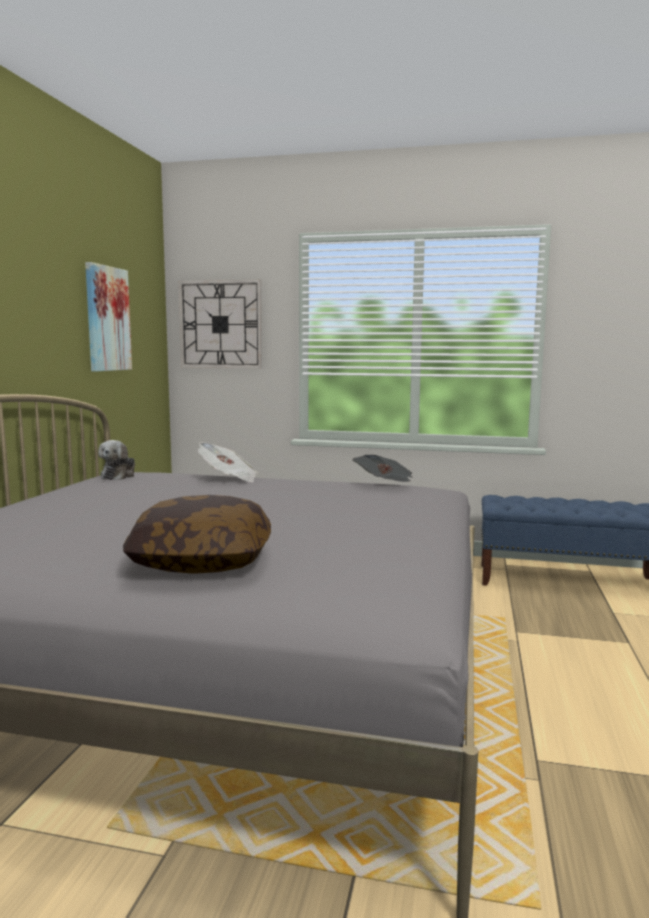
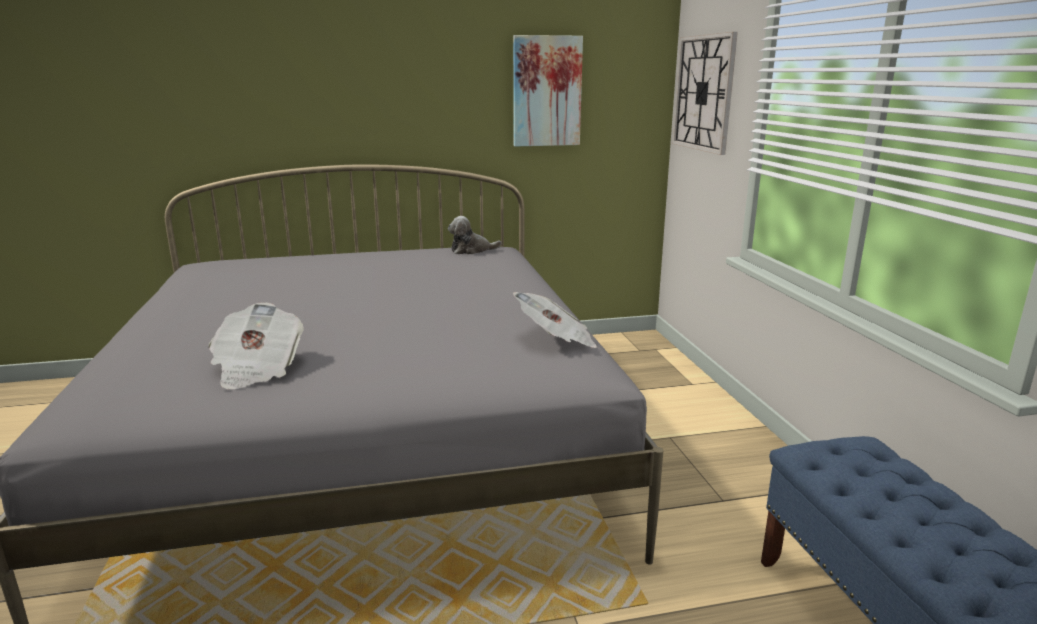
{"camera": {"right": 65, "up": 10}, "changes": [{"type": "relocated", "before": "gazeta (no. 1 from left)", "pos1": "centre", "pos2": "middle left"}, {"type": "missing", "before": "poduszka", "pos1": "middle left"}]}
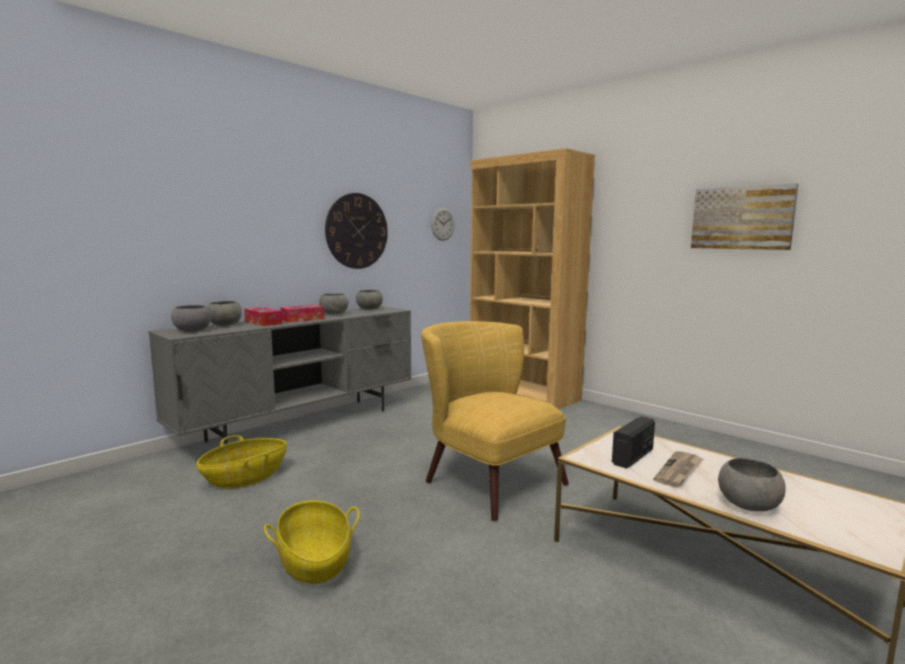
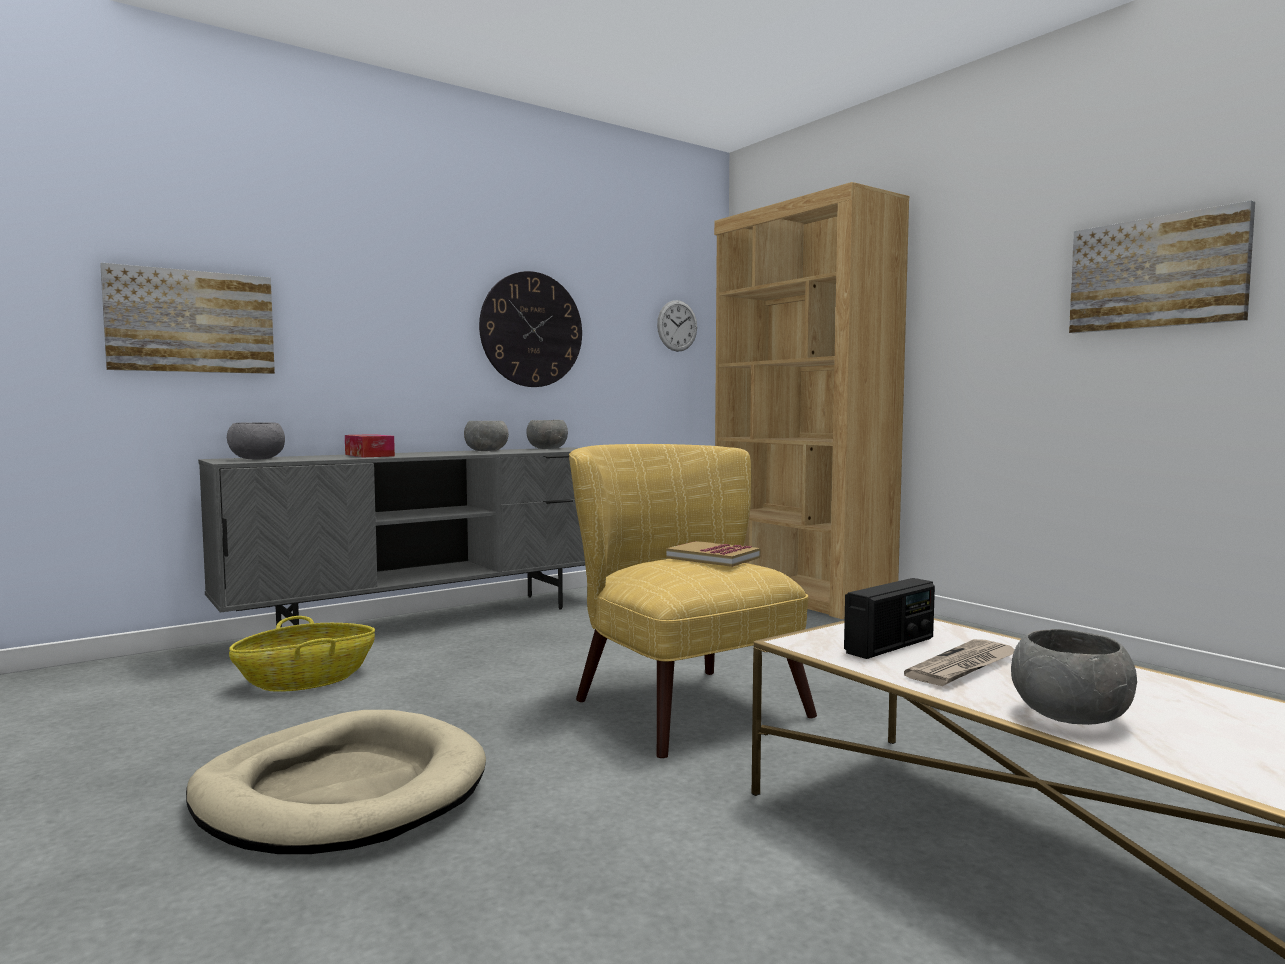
{"camera": {"right": 10, "up": -5}, "changes": [{"type": "appeared", "after": "obraz (no. 1 from left)", "pos2": "top left"}, {"type": "exchanged", "before": "koszyk (no. 2 from left)", "after": "legowisko/beżowy", "pos1": "bottom centre", "pos2": "bottom left"}, {"type": "appeared", "after": "książka", "pos2": "centre"}, {"type": "missing", "before": "miska/szary (no. 2 from left)", "pos1": "middle left"}, {"type": "missing", "before": "pudełko chusteczek (no. 2 from left)", "pos1": "centre"}]}
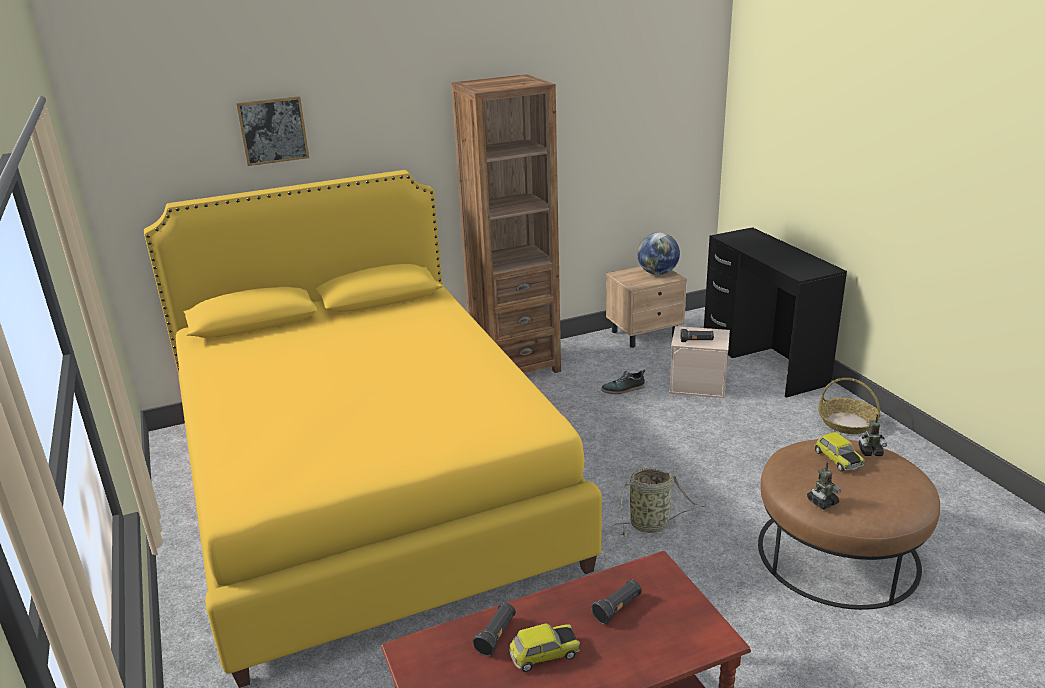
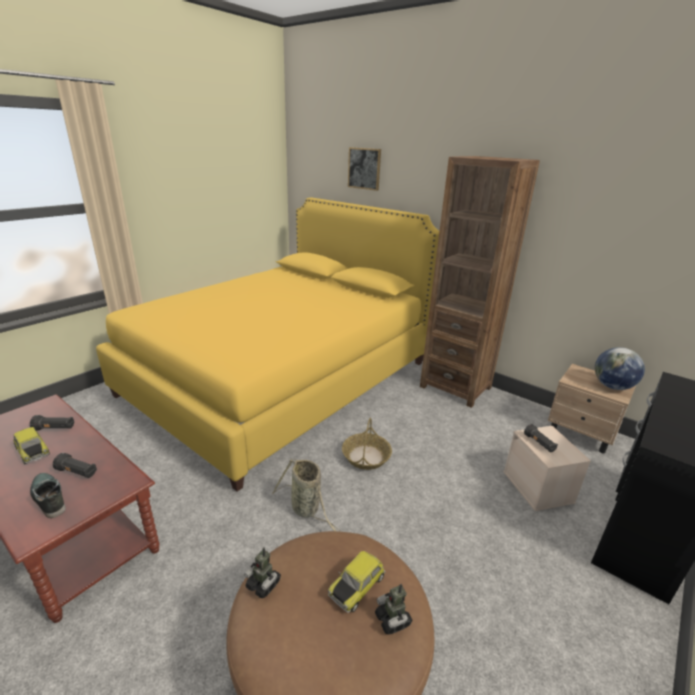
{"camera": {"right": 60, "up": 0}, "changes": [{"type": "relocated", "before": "but", "pos1": "centre", "pos2": "bottom left"}, {"type": "relocated", "before": "koszyk (no. 2 from left)", "pos1": "middle right", "pos2": "centre"}]}
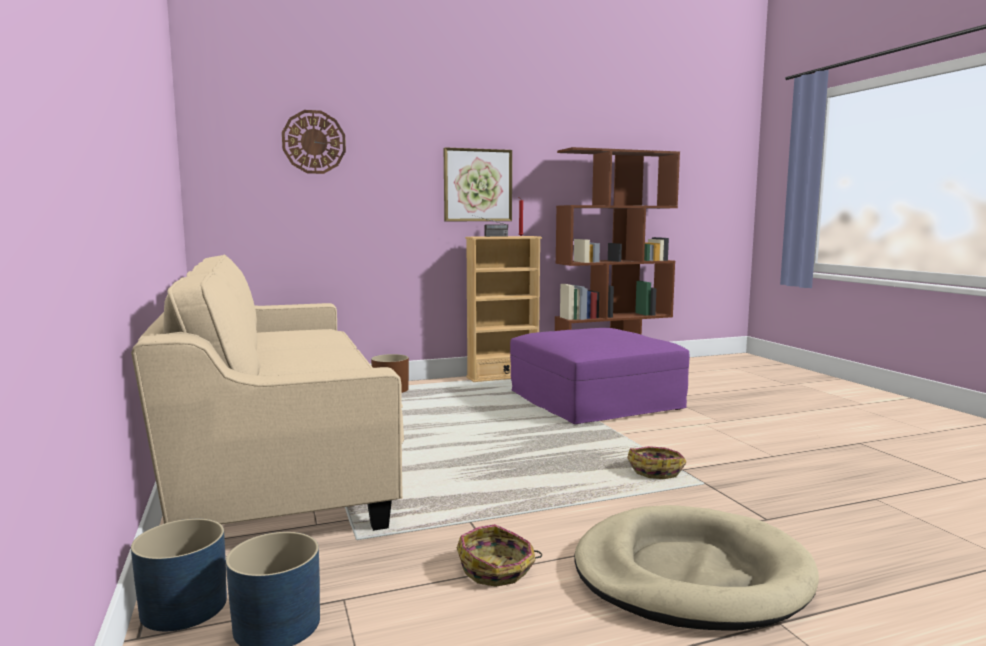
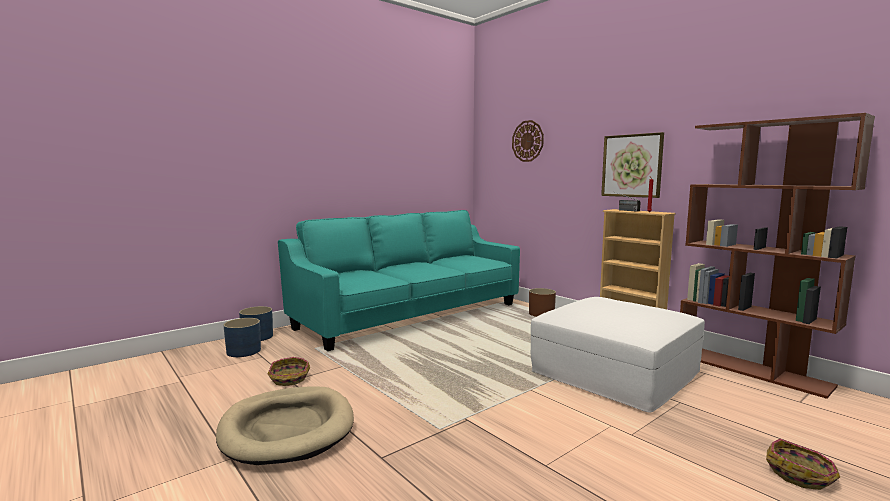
{"camera": {"right": 70, "up": 0}, "changes": [{"type": "colour", "before": "kanapa/beżowy", "after": "kanapa/turkusowy", "pos1": "middle left", "pos2": "centre"}, {"type": "colour", "before": "pufa/fioletowy", "after": "pufa/biały", "pos1": "centre", "pos2": "bottom right"}, {"type": "relocated", "before": "koszyk (no. 2 from left)", "pos1": "bottom centre", "pos2": "bottom right"}]}
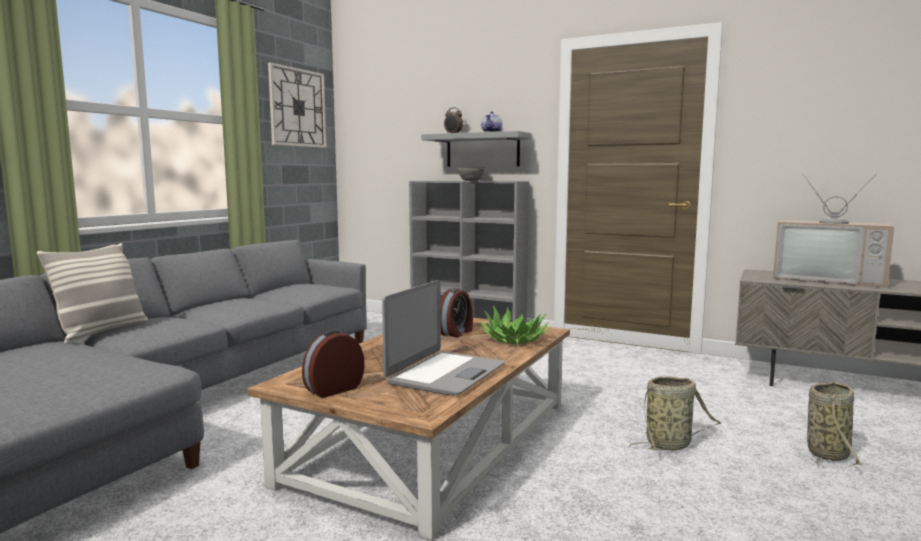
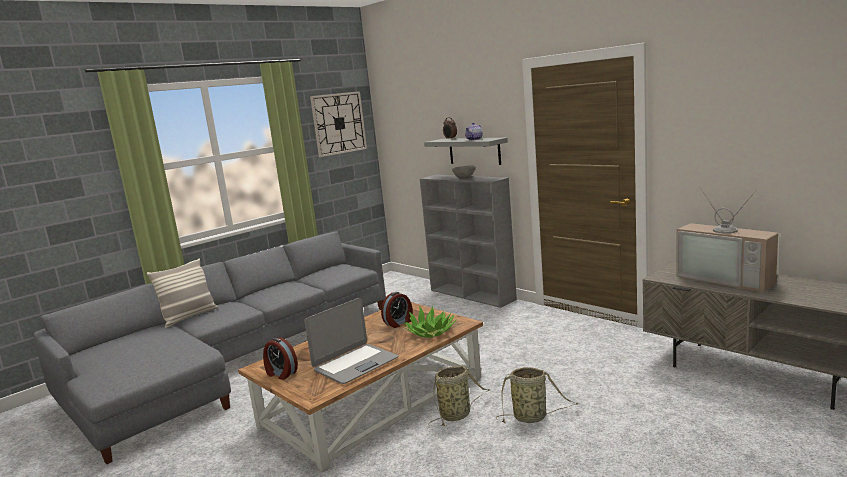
{"camera": {"right": 20, "up": 5}, "changes": [{"type": "spun", "before": "budzik (no. 1 from left)", "pos1": "bottom centre", "pos2": "bottom left", "turn": -120}, {"type": "relocated", "before": "koszyk (no. 2 from left in the first image)", "after": "koszyk (no. 1 from left)", "pos1": "bottom right", "pos2": "bottom centre"}]}
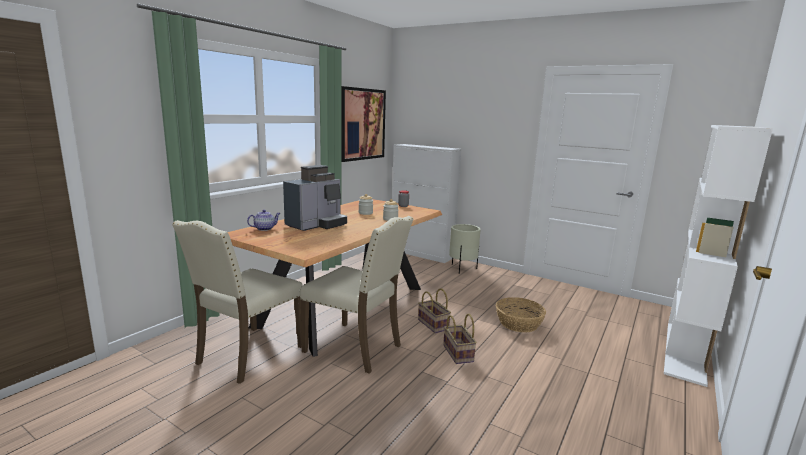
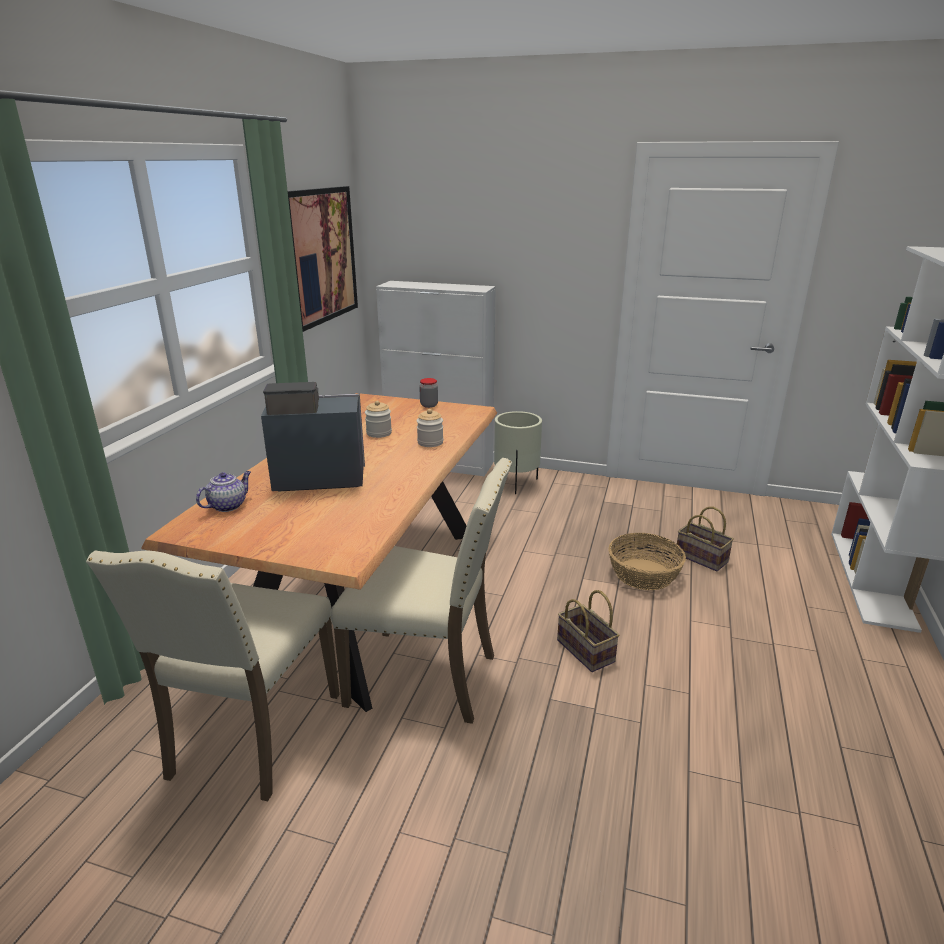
{"camera": {"right": -15, "up": 10}, "changes": [{"type": "spun", "before": "ekspres do kawy", "pos1": "centre", "pos2": "middle left", "turn": -120}, {"type": "relocated", "before": "koszyk (no. 1 from left in the first image)", "after": "koszyk (no. 3 from left)", "pos1": "bottom centre", "pos2": "middle right"}]}
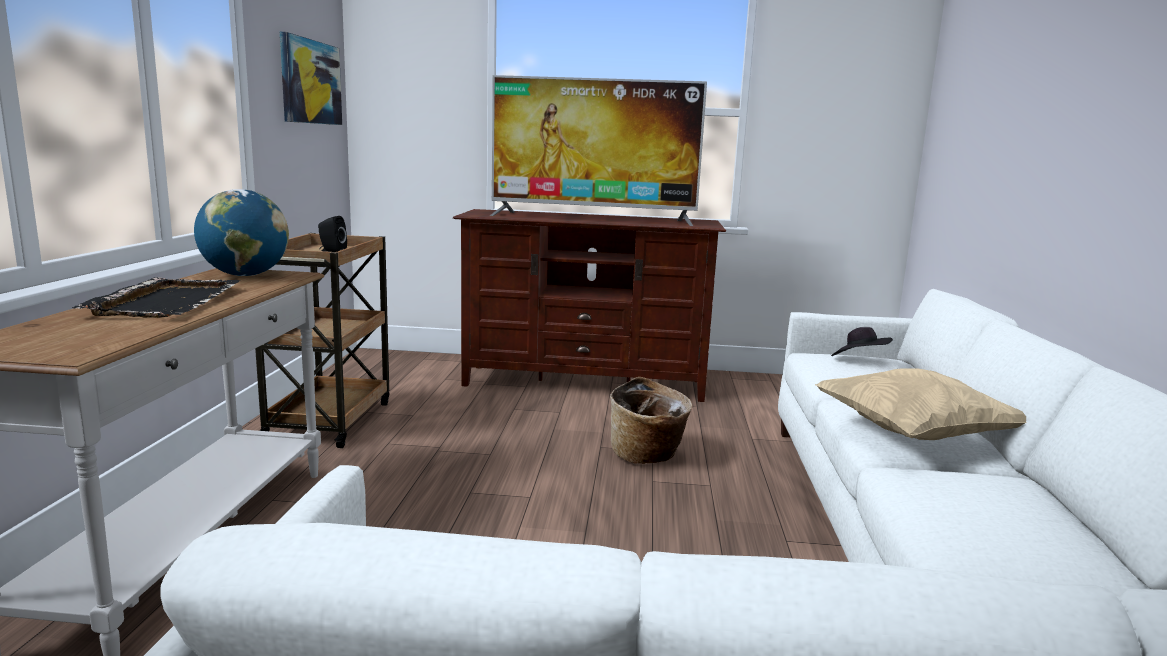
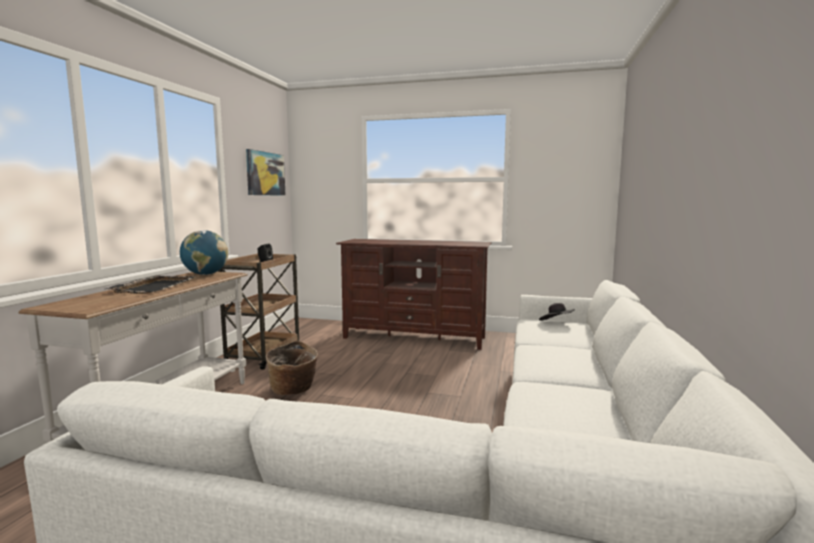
{"camera": {"right": 10, "up": -5}, "changes": [{"type": "relocated", "before": "koszyk", "pos1": "centre", "pos2": "bottom centre"}, {"type": "missing", "before": "telewizor", "pos1": "top centre"}, {"type": "missing", "before": "poduszka/beżowy", "pos1": "middle right"}]}
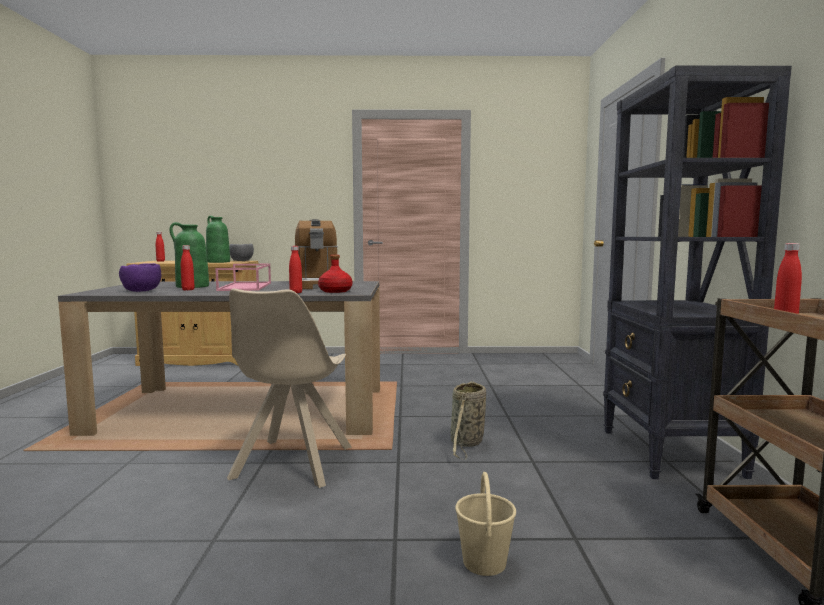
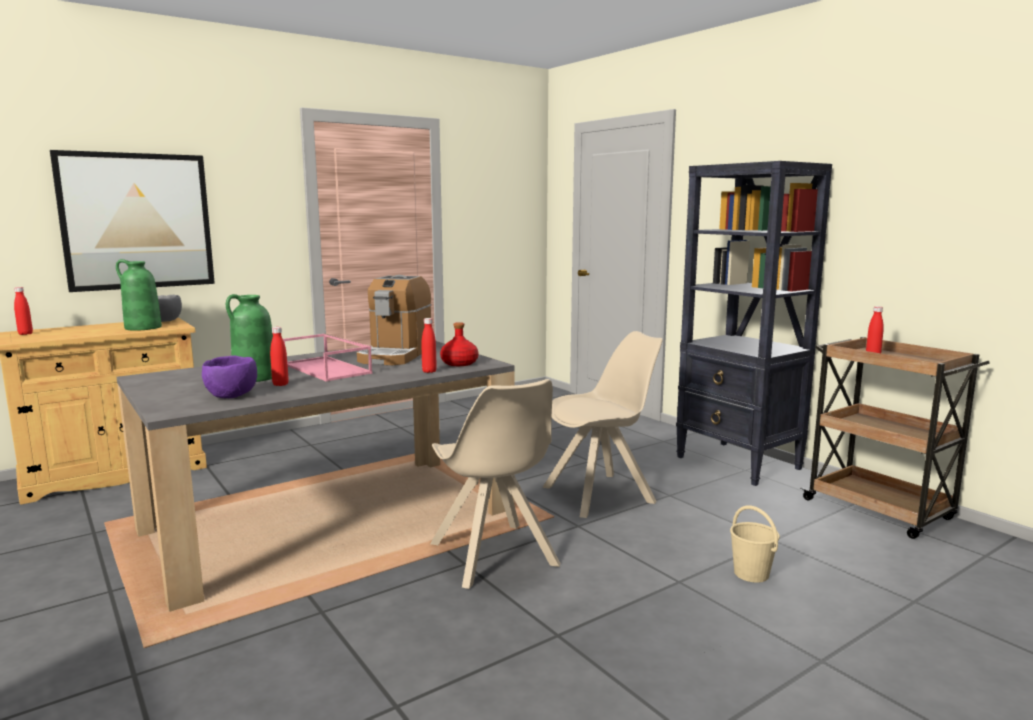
{"camera": {"right": -35, "up": 5}, "changes": [{"type": "appeared", "after": "obraz", "pos2": "top left"}, {"type": "spun", "before": "ekspres do kawy", "pos1": "centre", "pos2": "centre", "turn": 60}, {"type": "exchanged", "before": "koszyk", "after": "krzesło/beżowy (no. 2 from left)", "pos1": "bottom centre", "pos2": "centre"}]}
